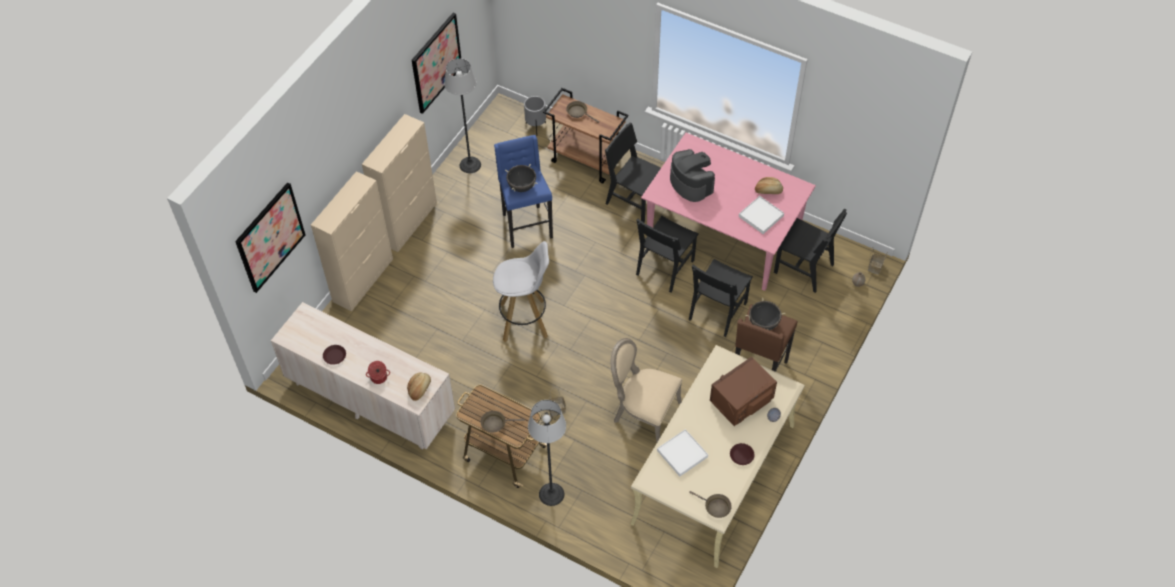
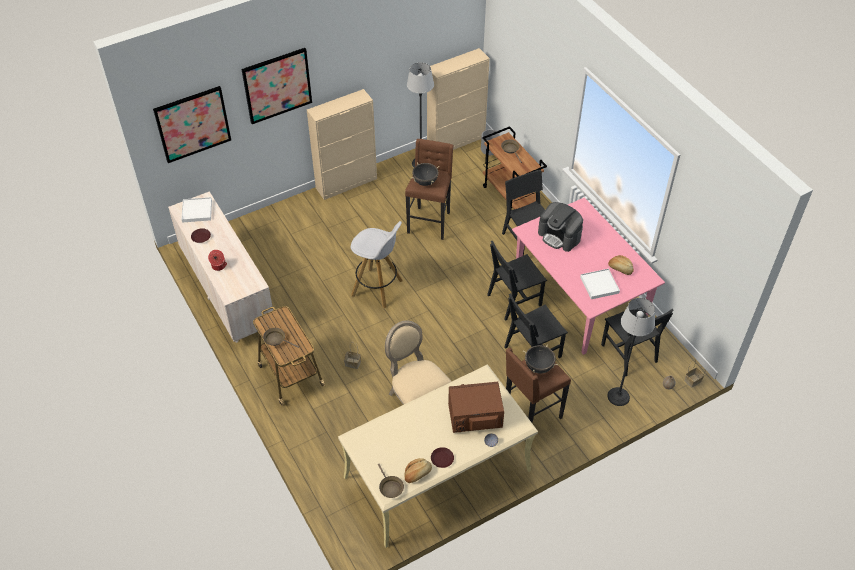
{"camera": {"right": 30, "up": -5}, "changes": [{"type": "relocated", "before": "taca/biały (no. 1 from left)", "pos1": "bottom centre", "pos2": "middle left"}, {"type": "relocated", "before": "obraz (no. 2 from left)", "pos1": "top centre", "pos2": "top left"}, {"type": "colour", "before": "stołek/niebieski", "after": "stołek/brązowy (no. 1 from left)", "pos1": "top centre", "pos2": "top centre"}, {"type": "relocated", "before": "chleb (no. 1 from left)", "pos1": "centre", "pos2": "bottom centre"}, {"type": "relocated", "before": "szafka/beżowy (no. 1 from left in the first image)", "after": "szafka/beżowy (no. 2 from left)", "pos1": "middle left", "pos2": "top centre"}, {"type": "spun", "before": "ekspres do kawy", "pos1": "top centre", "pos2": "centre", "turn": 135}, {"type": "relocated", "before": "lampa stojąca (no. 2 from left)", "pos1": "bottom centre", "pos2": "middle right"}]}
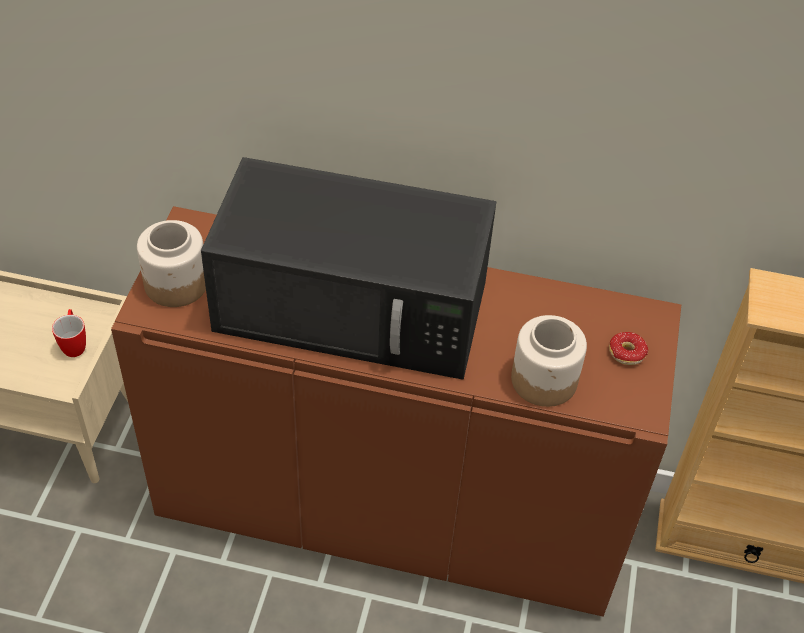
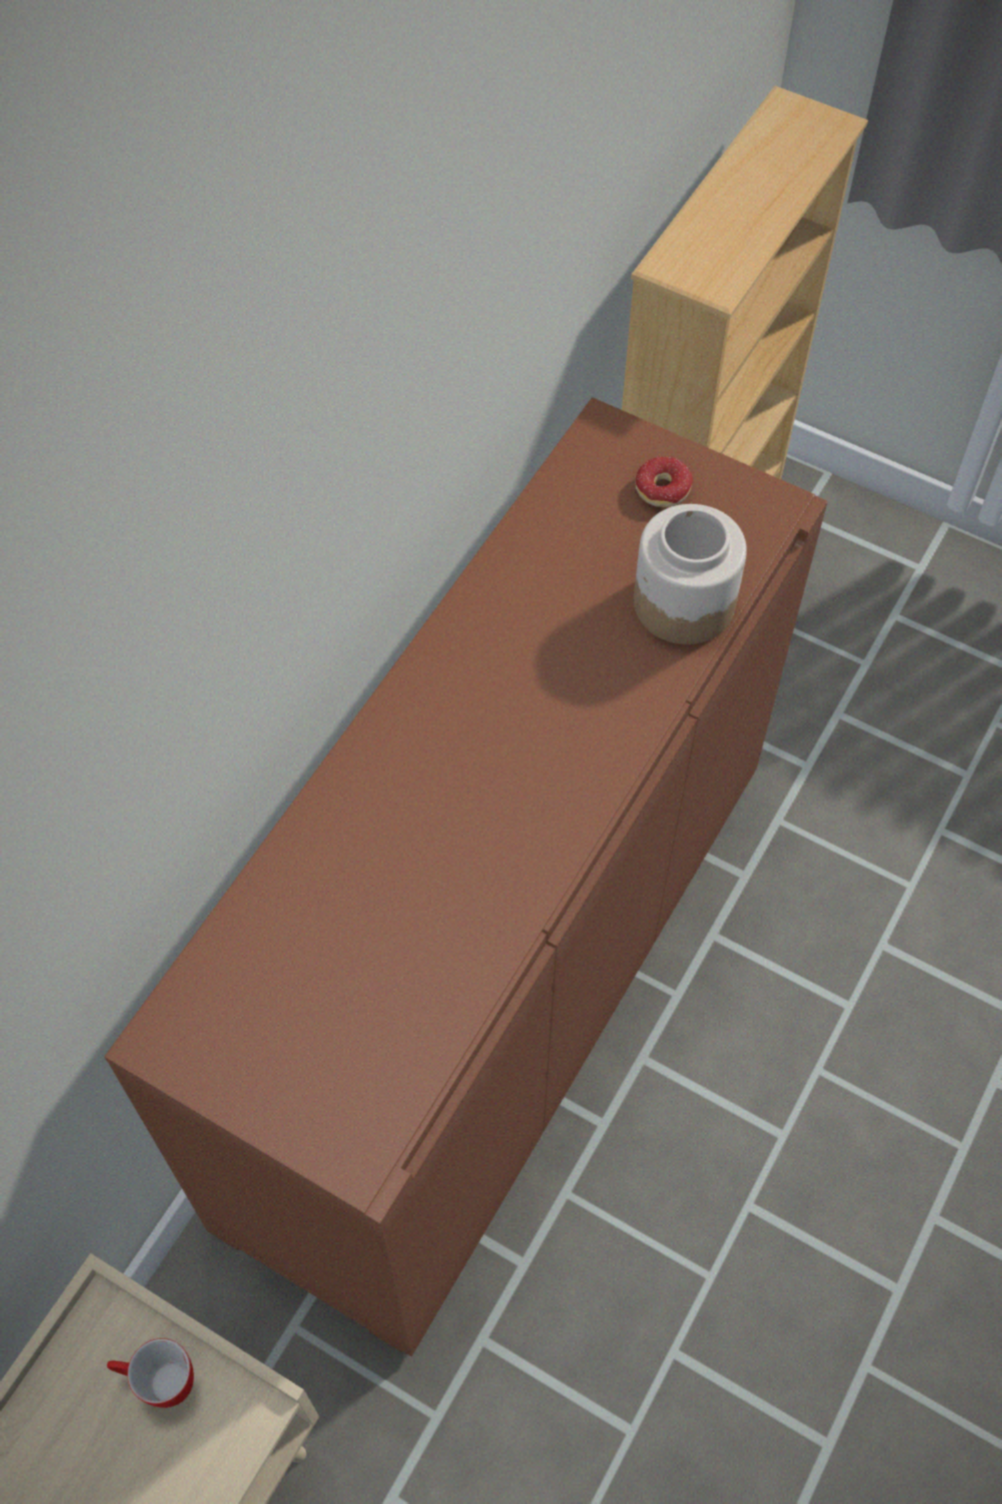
{"camera": {"right": -70, "up": 10}, "changes": [{"type": "missing", "before": "słoik (no. 1 from left)", "pos1": "middle left"}, {"type": "missing", "before": "mikrofalówka/czarny", "pos1": "centre"}]}
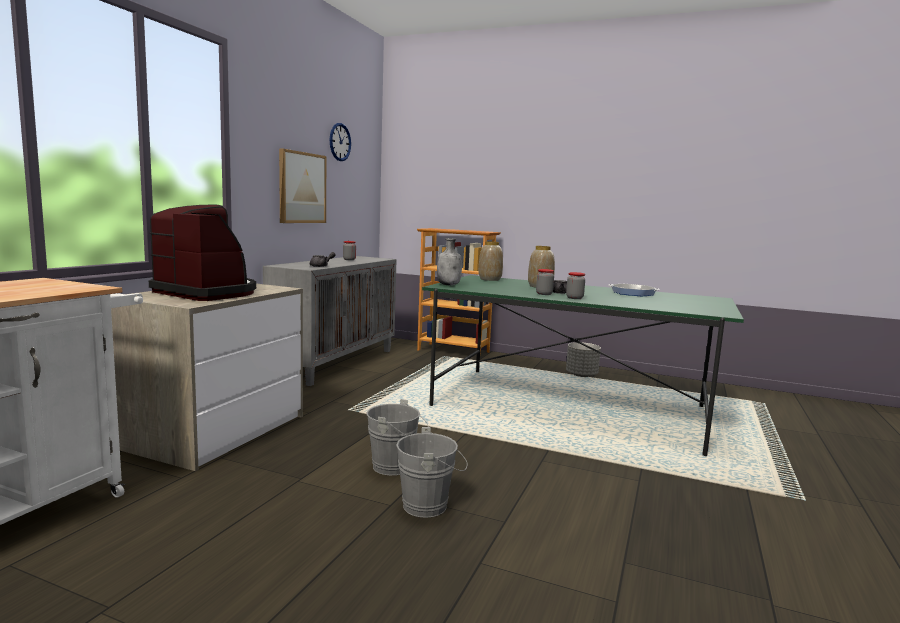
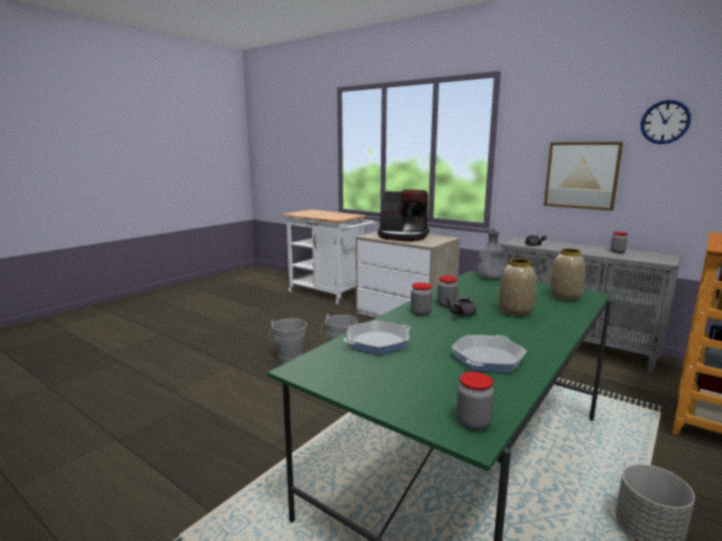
{"camera": {"right": 105, "up": 5}, "changes": [{"type": "appeared", "after": "patelnia (no. 1 from left)", "pos2": "centre"}, {"type": "spun", "before": "ekspres do kawy", "pos1": "middle left", "pos2": "centre", "turn": 60}, {"type": "appeared", "after": "słoik (no. 3 from left)", "pos2": "bottom centre"}]}
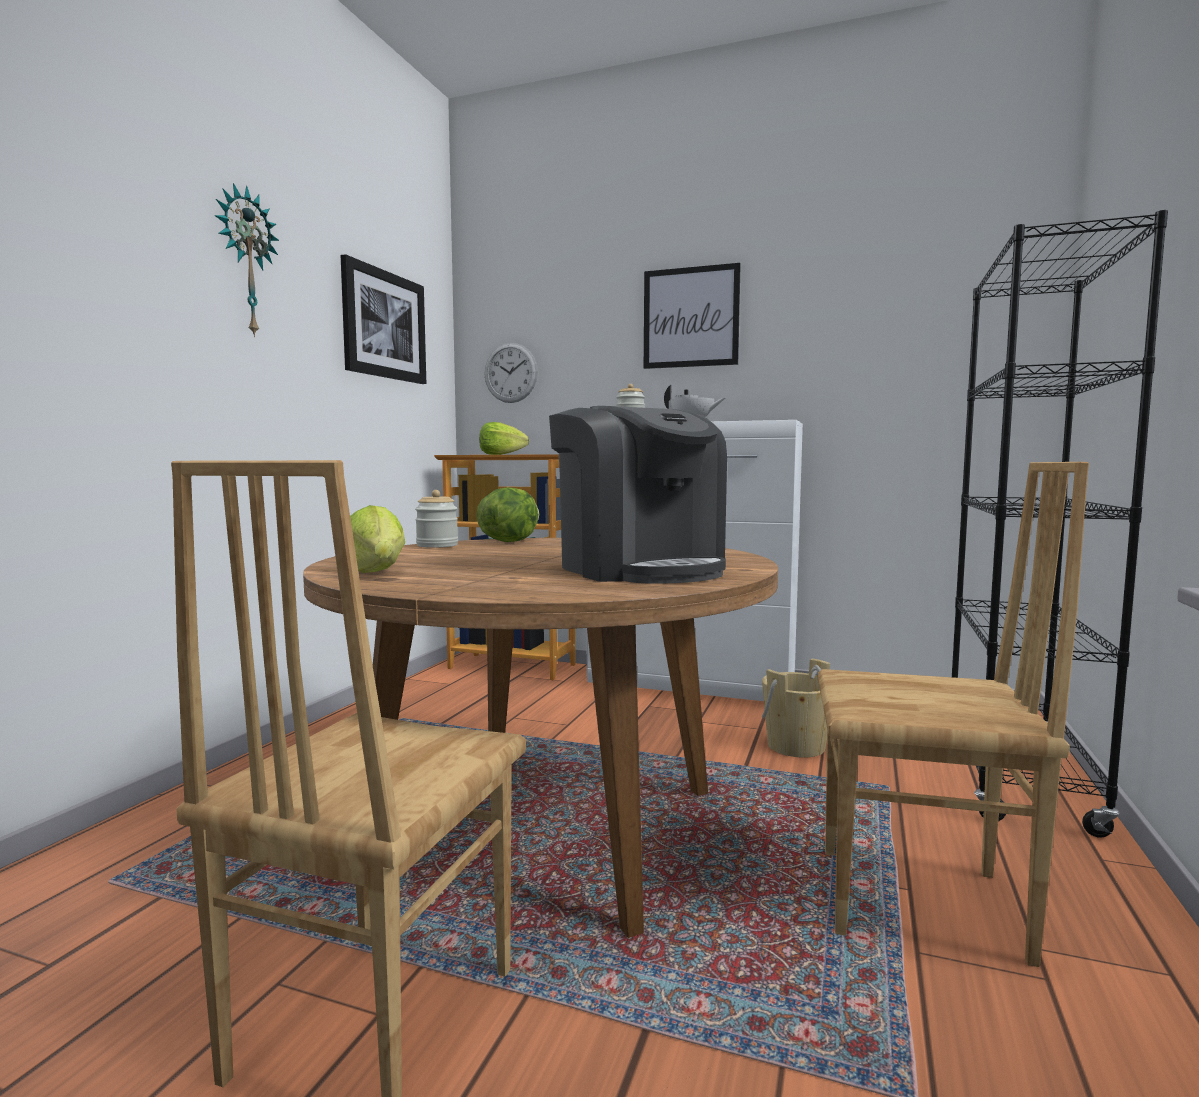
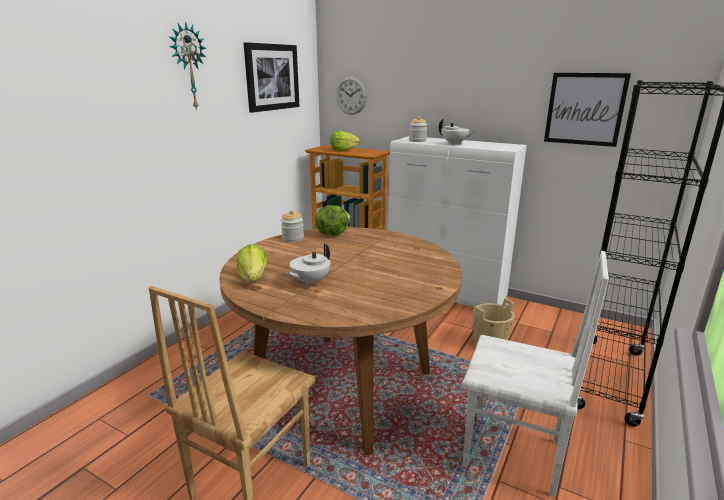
{"camera": {"right": 10, "up": 15}, "changes": [{"type": "appeared", "after": "imbryk/biały (no. 1 from left)", "pos2": "centre"}, {"type": "colour", "before": "krzesło/brązowy (no. 2 from left)", "after": "krzesło/biały", "pos1": "middle right", "pos2": "bottom right"}, {"type": "relocated", "before": "obraz (no. 2 from left)", "pos1": "top centre", "pos2": "top right"}, {"type": "missing", "before": "ekspres do kawy", "pos1": "centre"}]}
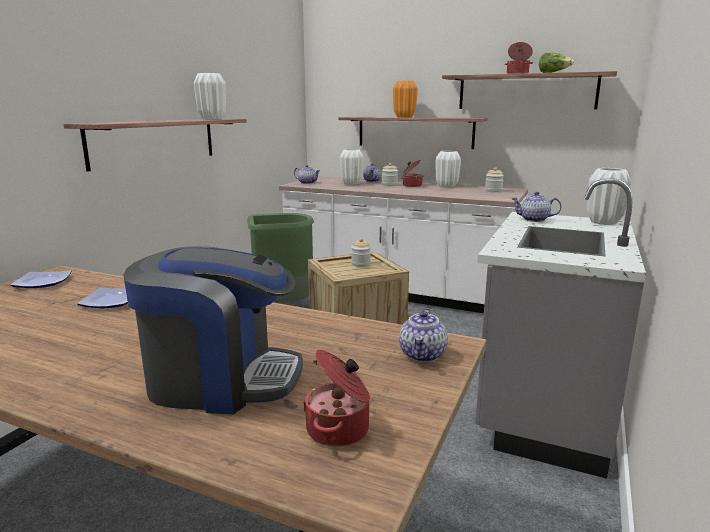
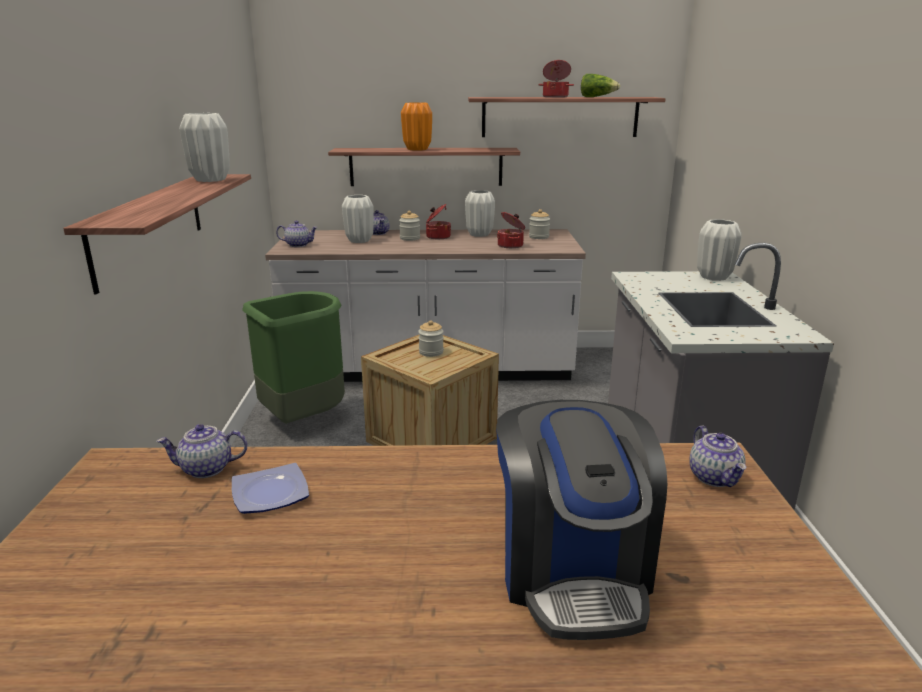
{"camera": {"right": -25, "up": 5}, "changes": [{"type": "relocated", "before": "imbryk (no. 4 from left in the first image)", "after": "imbryk (no. 1 from left)", "pos1": "middle right", "pos2": "middle left"}, {"type": "spun", "before": "ekspres do kawy", "pos1": "middle left", "pos2": "bottom centre", "turn": 105}, {"type": "relocated", "before": "garnek (no. 1 from left in the first image)", "after": "garnek (no. 2 from left)", "pos1": "bottom centre", "pos2": "top centre"}, {"type": "missing", "before": "talerz (no. 1 from left)", "pos1": "middle left"}]}
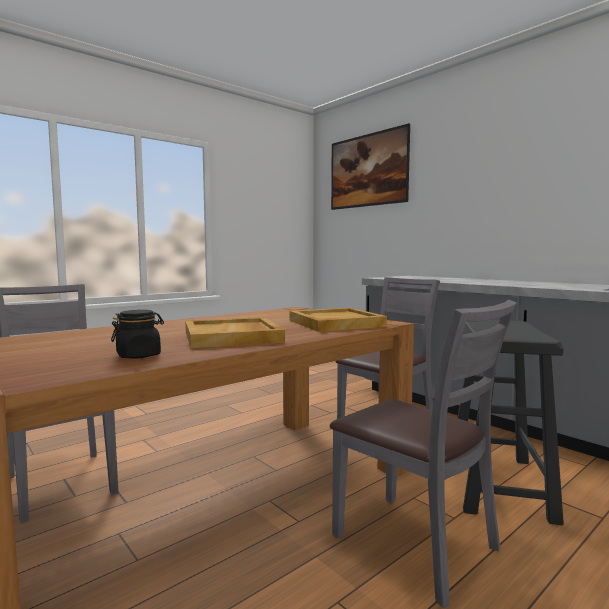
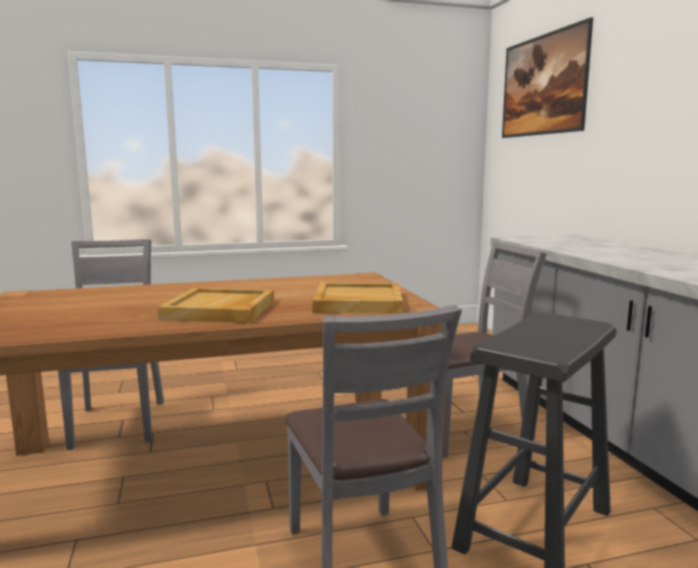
{"camera": {"right": 25, "up": 5}, "changes": [{"type": "missing", "before": "słoik/czarny", "pos1": "middle left"}]}
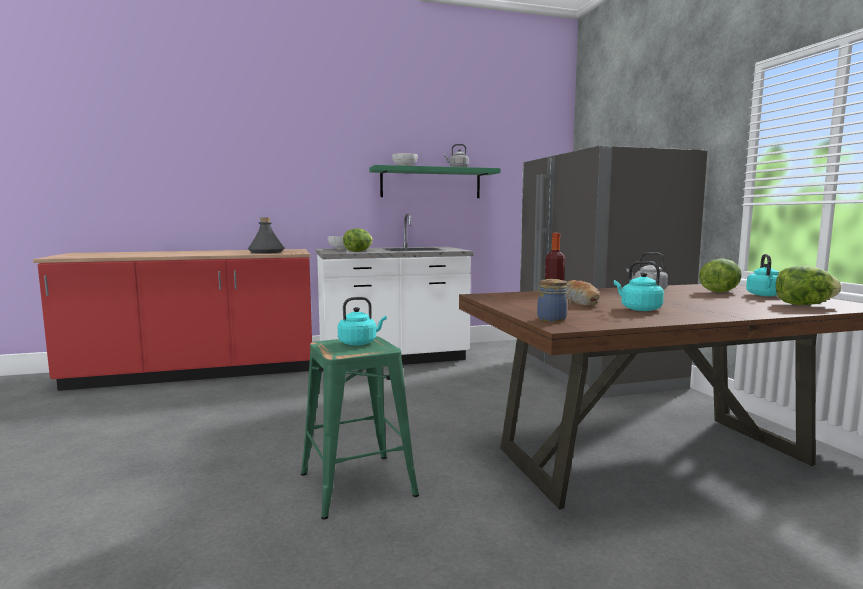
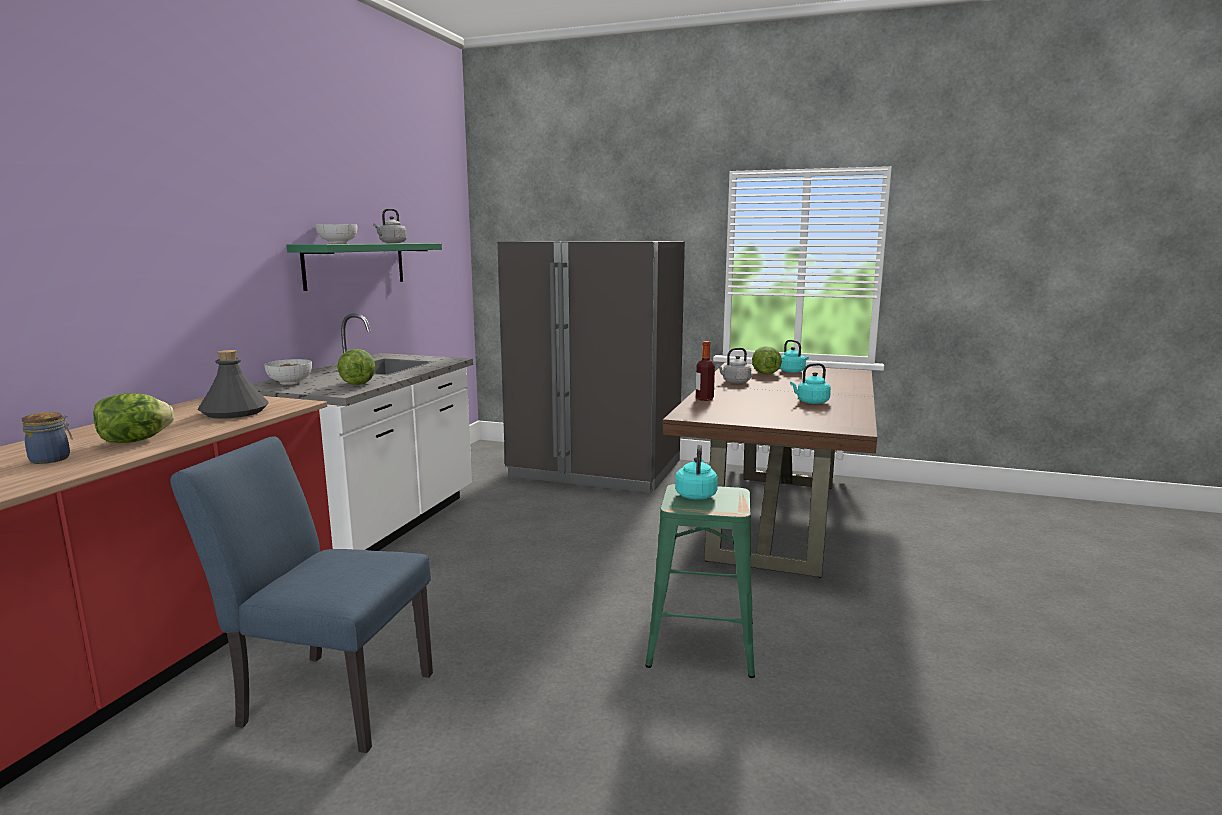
{"camera": {"right": -55, "up": 5}, "changes": [{"type": "relocated", "before": "słoik", "pos1": "centre", "pos2": "middle left"}, {"type": "relocated", "before": "sałata (no. 3 from left in the first image)", "after": "sałata (no. 1 from left)", "pos1": "middle right", "pos2": "middle left"}, {"type": "appeared", "after": "krzesło/niebieski", "pos2": "bottom left"}, {"type": "missing", "before": "chleb", "pos1": "middle right"}]}
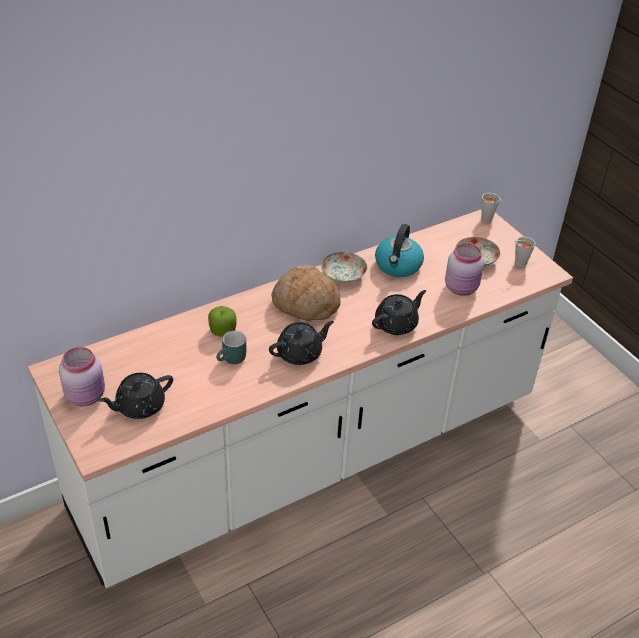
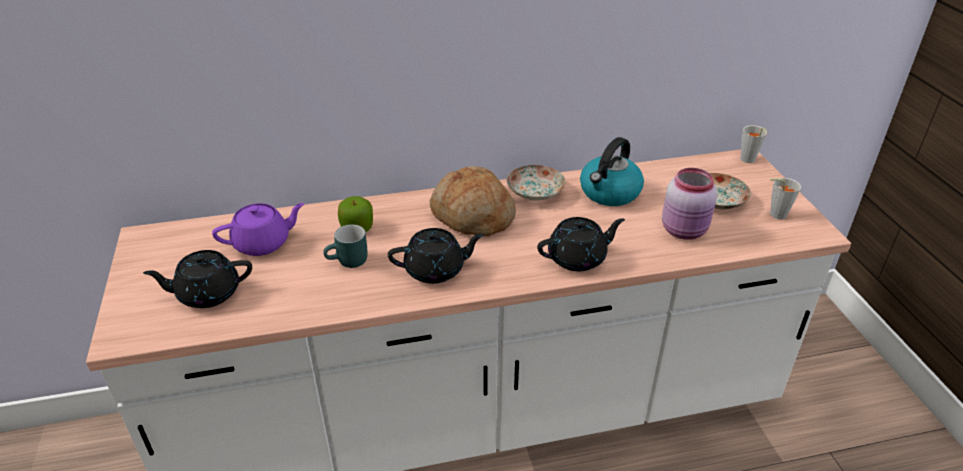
{"camera": {"right": 20, "up": -5}, "changes": [{"type": "appeared", "after": "imbryk/fioletowy", "pos2": "middle left"}, {"type": "missing", "before": "słoik/różowy (no. 1 from left)", "pos1": "middle left"}]}
